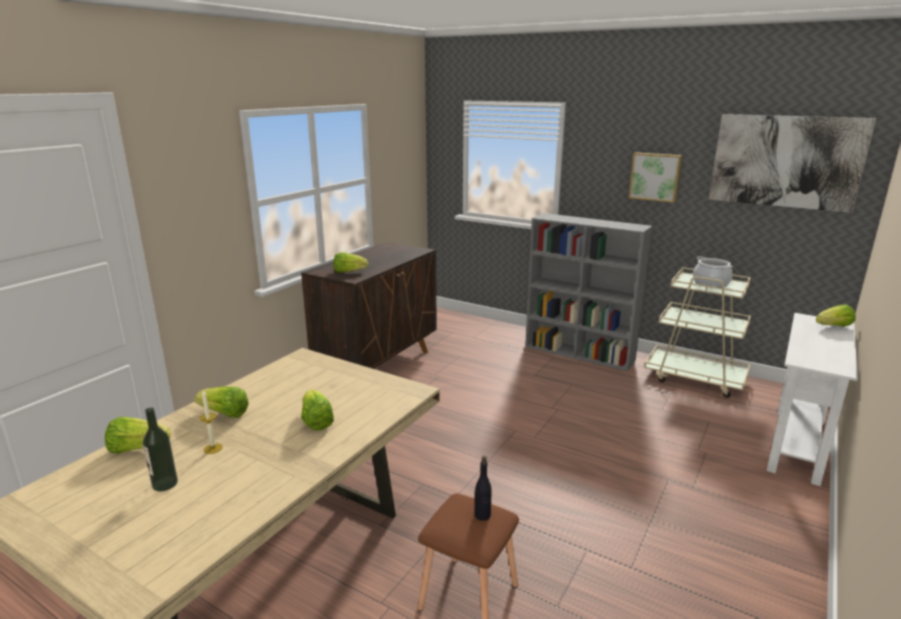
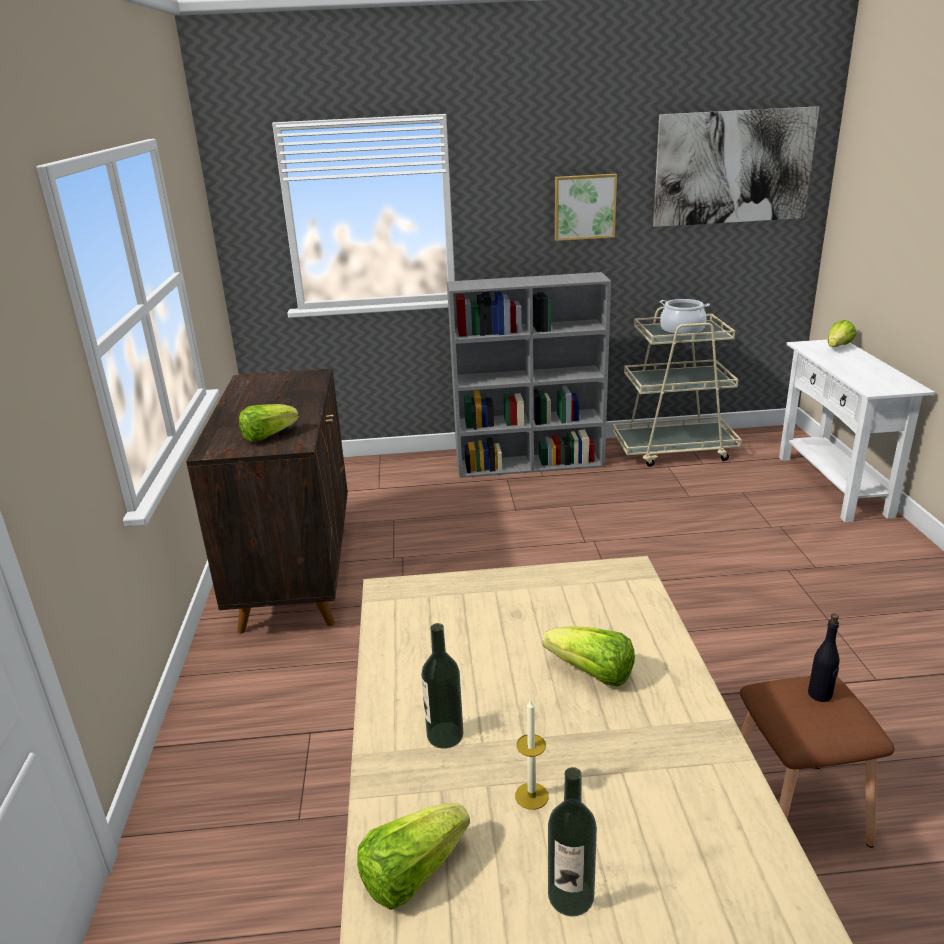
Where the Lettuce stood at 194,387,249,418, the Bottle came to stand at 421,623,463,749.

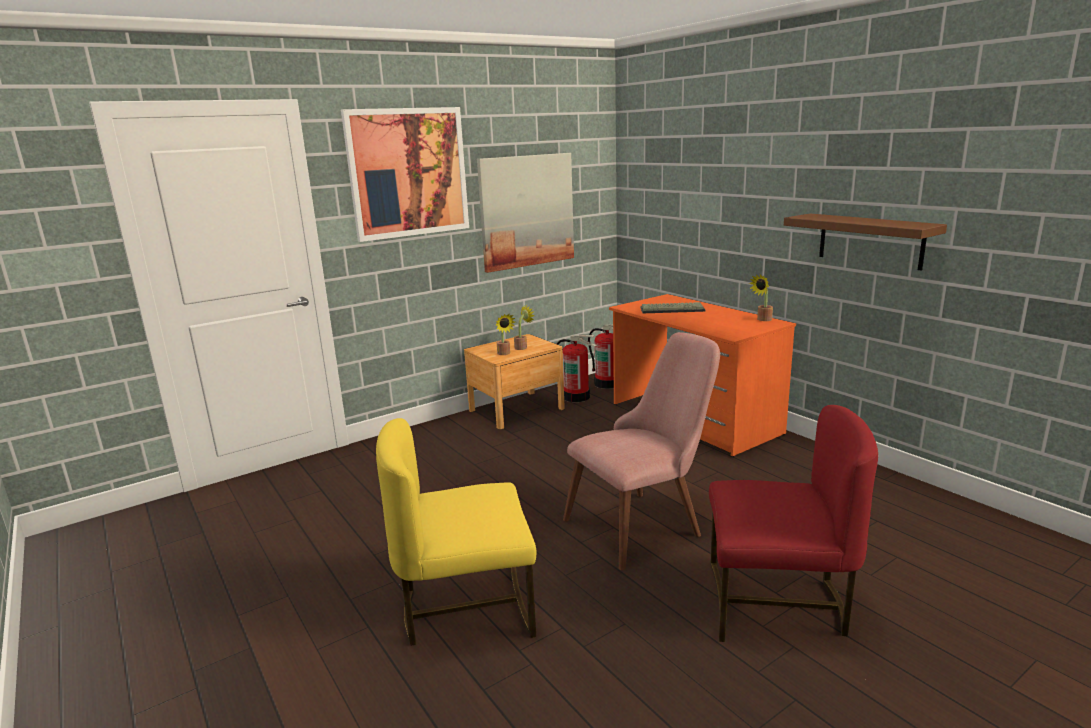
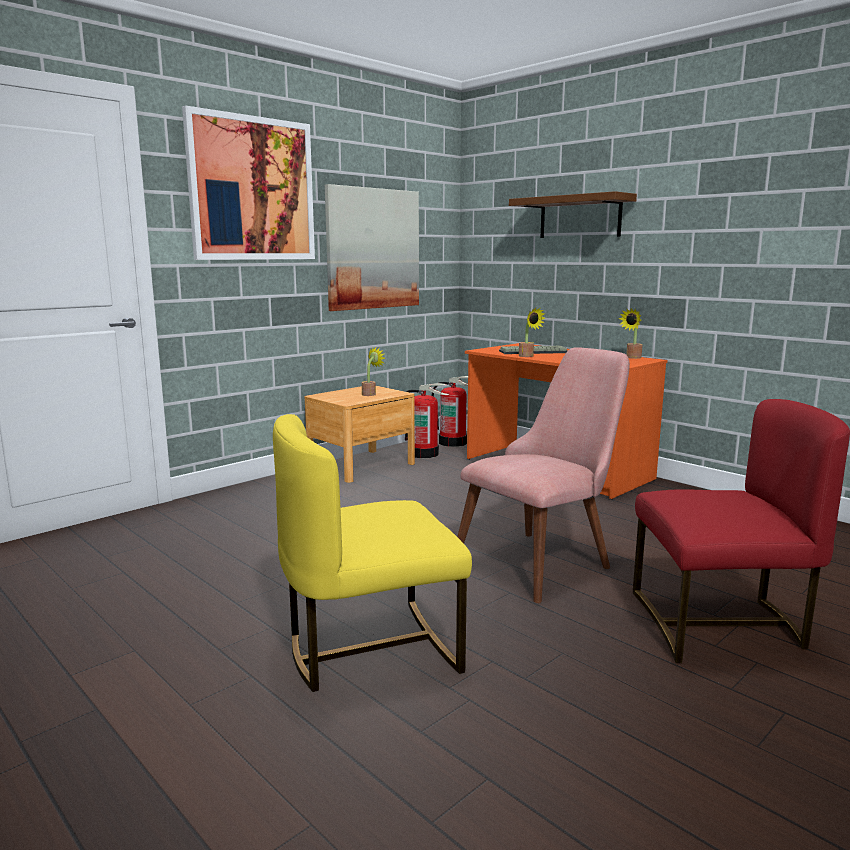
The BrownShelf ended up elsewhere, having gone from 784,214,947,271 to 509,191,637,238. The PottedPlant ended up elsewhere, having gone from 496,314,515,355 to 519,308,545,357.

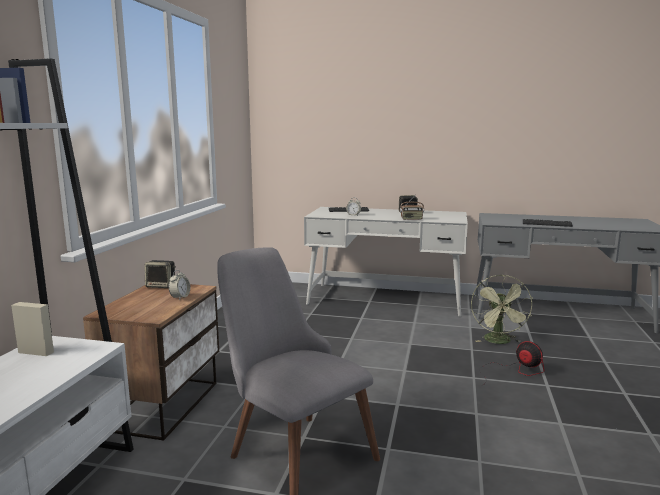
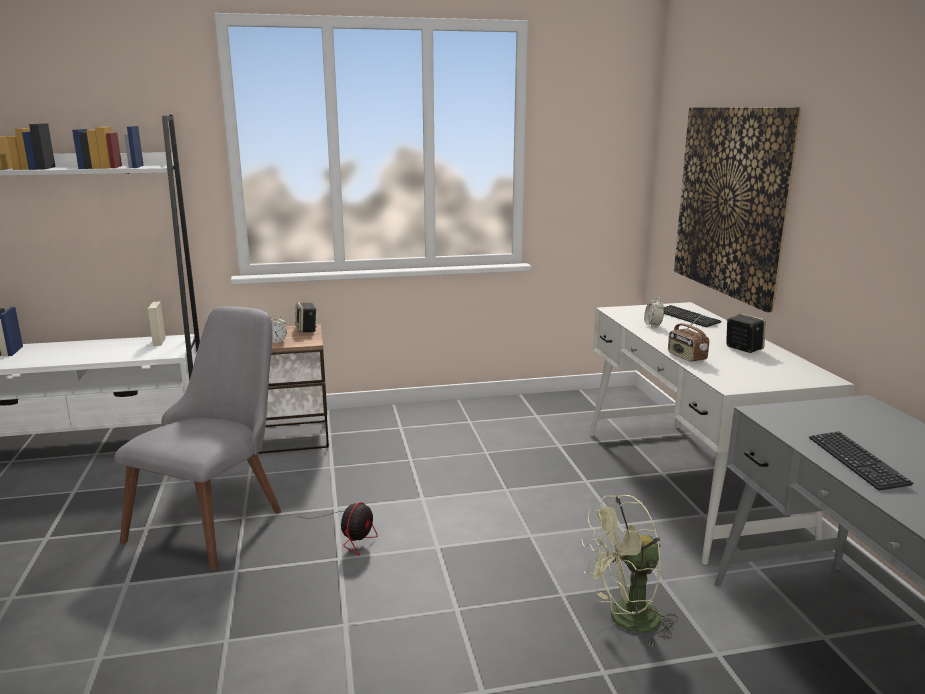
The Fan ended up elsewhere, having gone from 479,341,544,385 to 298,502,377,556. The second view gained the Picture at 674,107,802,312.

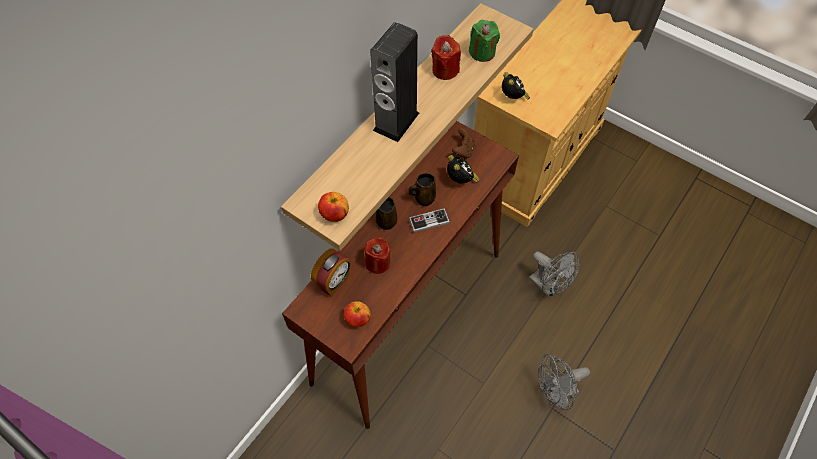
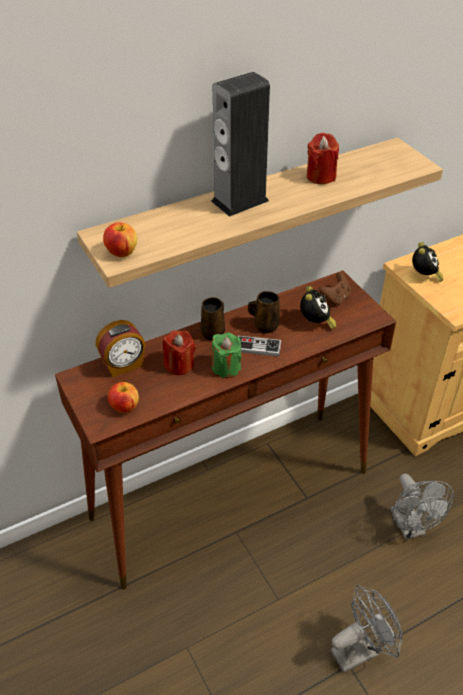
The GreenCandle ended up elsewhere, having gone from 469,20,500,62 to 212,332,241,378. The GreyFan at 538,354,590,410 ended up facing another way, 150 degrees clockwise from before.

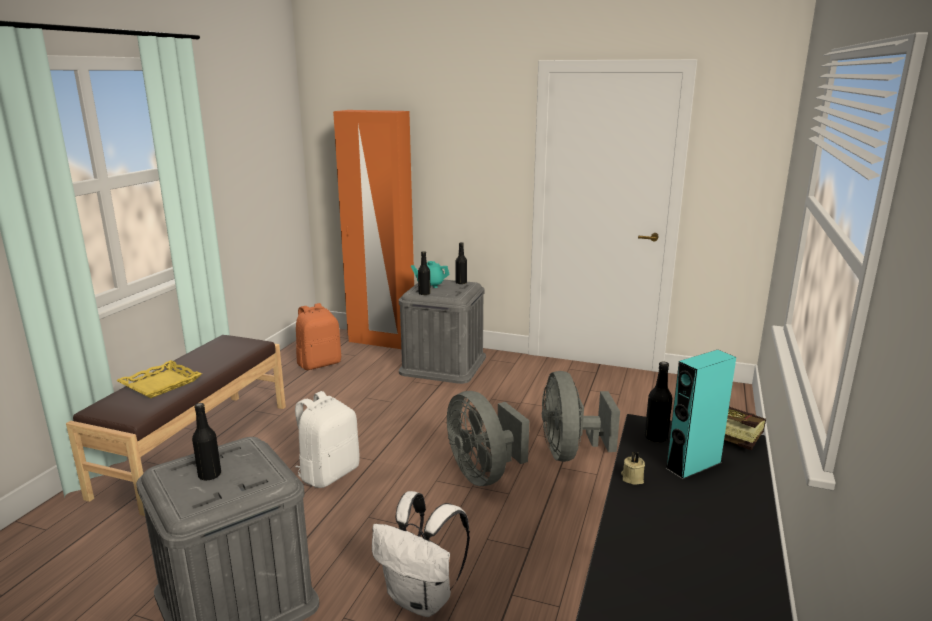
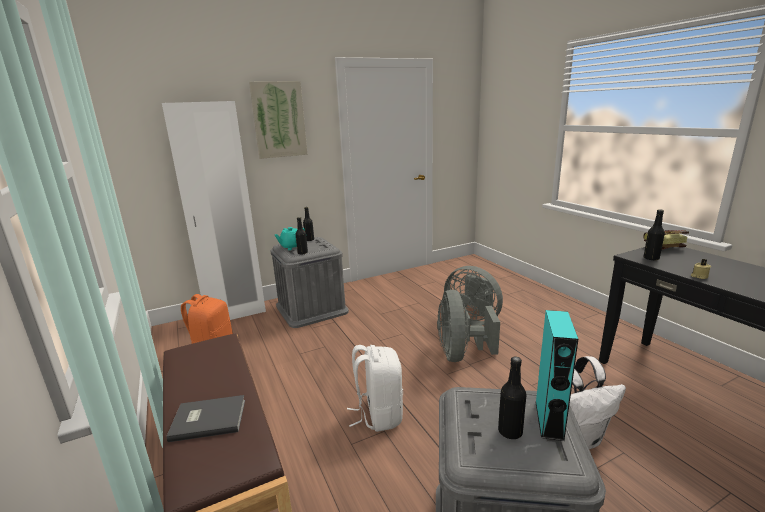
What was the OrangeWardrobe at 333,110,414,349 turned into the WhiteWardrobe at 162,101,266,320. The TurquoiseSpeaker ended up elsewhere, having gone from 665,350,736,480 to 535,310,578,441. Where the YellowTray stood at 116,360,202,398, the GreyBook came to stand at 166,395,245,442. The GreyFan at 447,391,529,486 ended up facing another way, 75 degrees clockwise from before. The second view gained the Picture at 249,81,308,159.

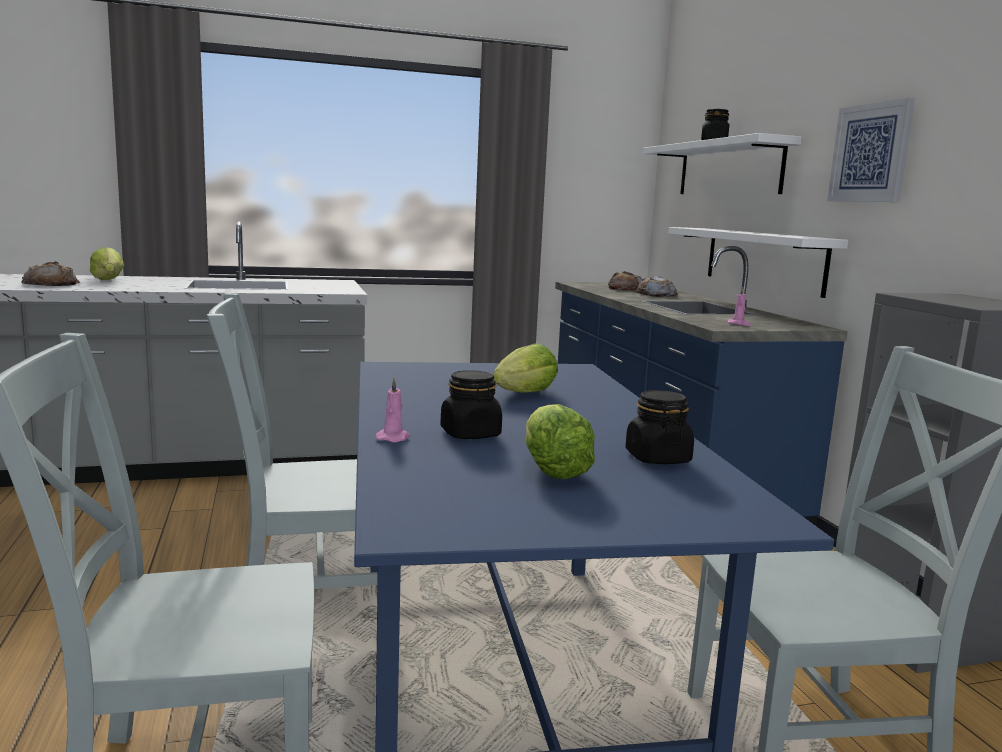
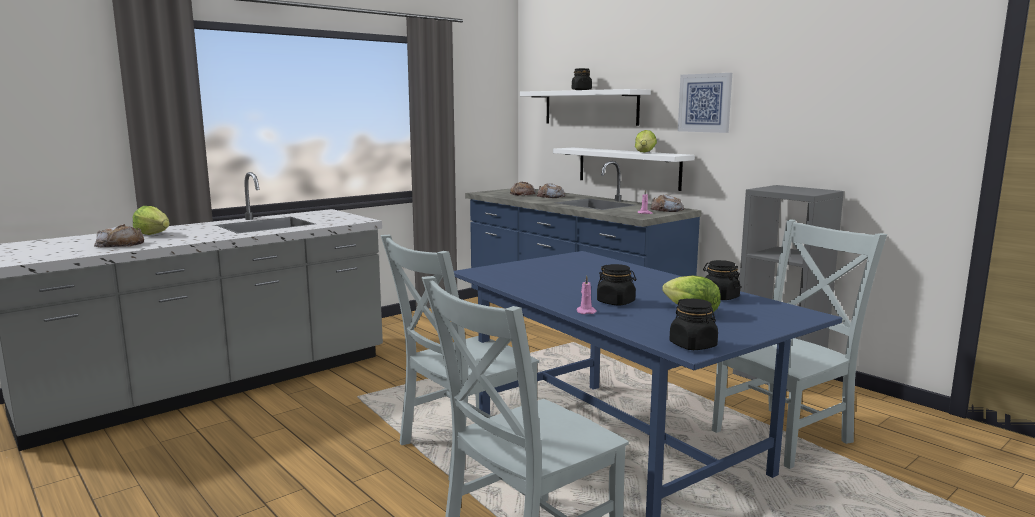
The Lettuce ended up elsewhere, having gone from 493,343,558,393 to 635,130,657,153. The second view gained the Bread at 650,195,684,212. The second view gained the BlackJar at 669,299,718,350.

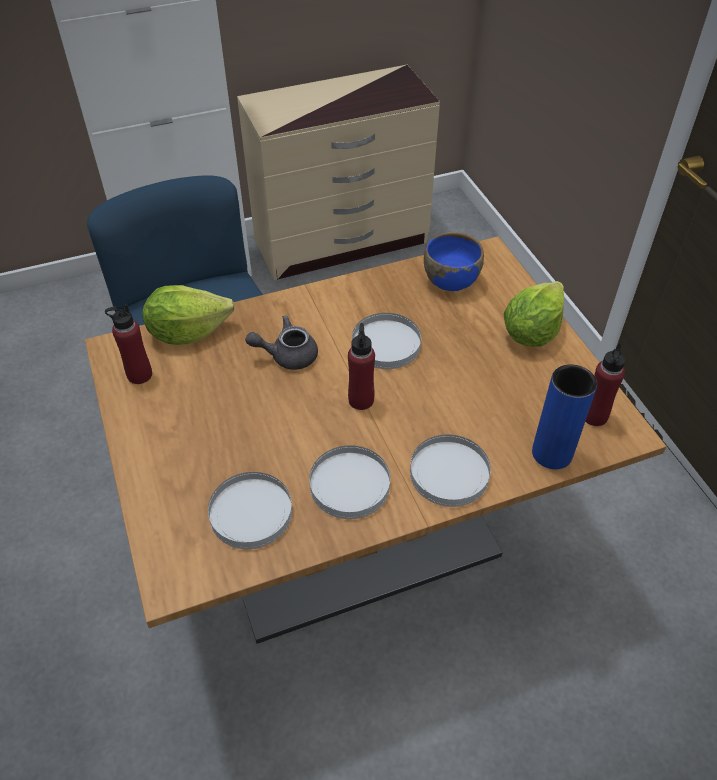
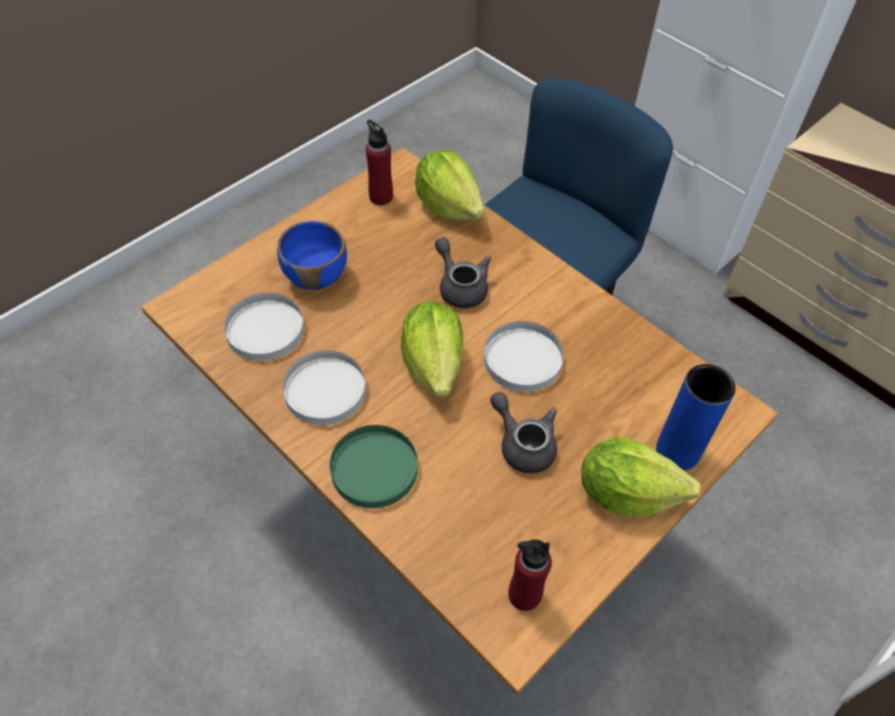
The BlueBowl ended up elsewhere, having gone from 424,232,484,291 to 277,221,347,290. Where the RedBottle stood at 348,323,375,410, the Lettuce came to stand at 401,301,464,398. The BlueVase ended up elsewhere, having gone from 532,364,597,469 to 656,364,736,470. What was the WhitePlate at 410,435,491,507 turned into the GreenPlate at 330,425,418,508. The second view gained the GreyTeapot at 490,392,557,473.

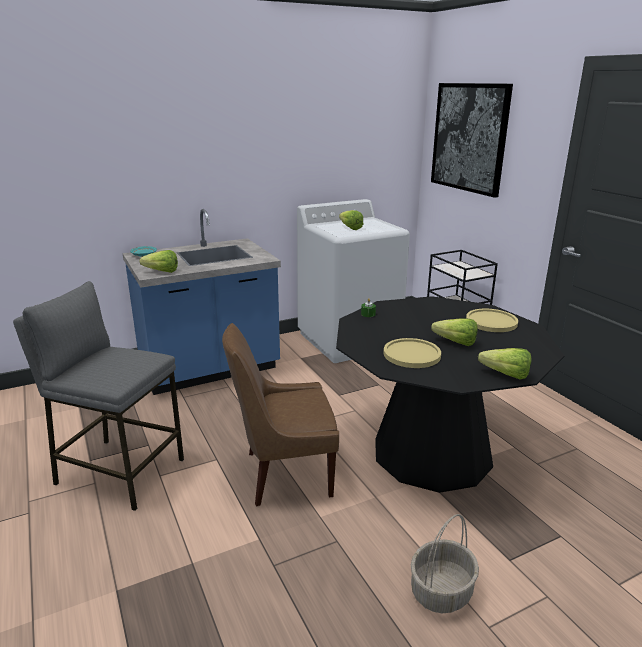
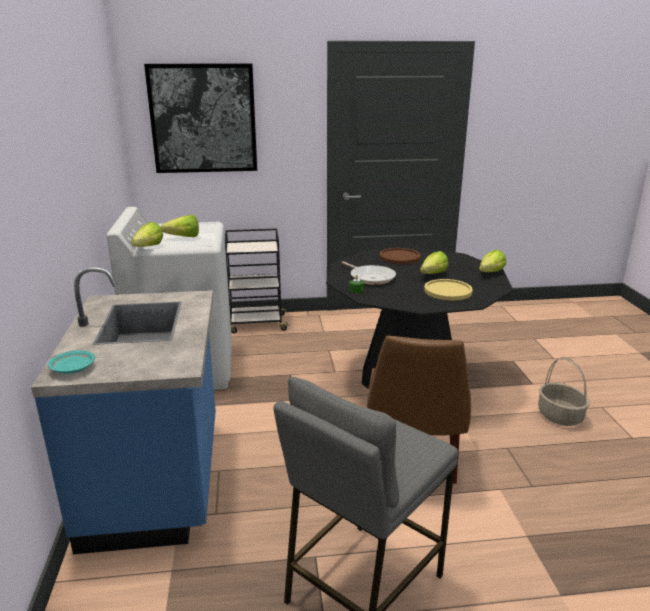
The Lettuce ended up elsewhere, having gone from 140,250,178,273 to 131,222,163,247. What was the YellowPlate at 466,309,518,332 turned into the BrownPlate at 380,248,421,264. The second view gained the FryingPan at 342,261,396,285.

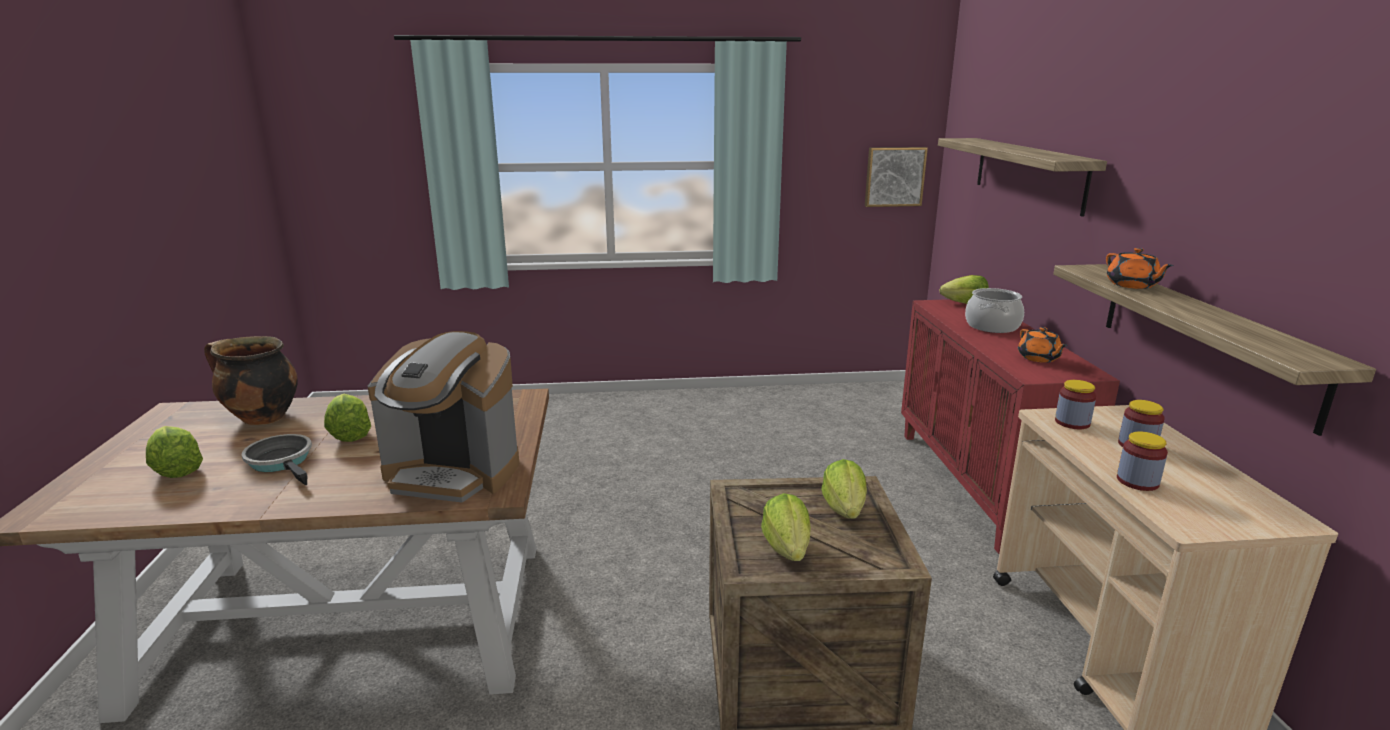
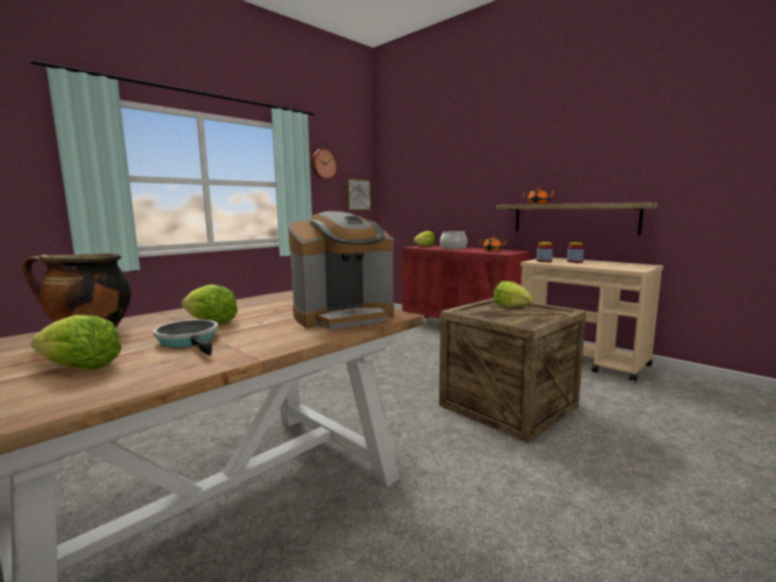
The second view lost the Shelf at 938,138,1107,217. The second view lost the Jar at 1117,431,1168,491. The FryingPan at 241,434,312,485 ended up facing another way, 45 degrees clockwise from before. The second view lost the Lettuce at 761,493,811,561. The second view gained the WallClock at 312,149,338,180.

